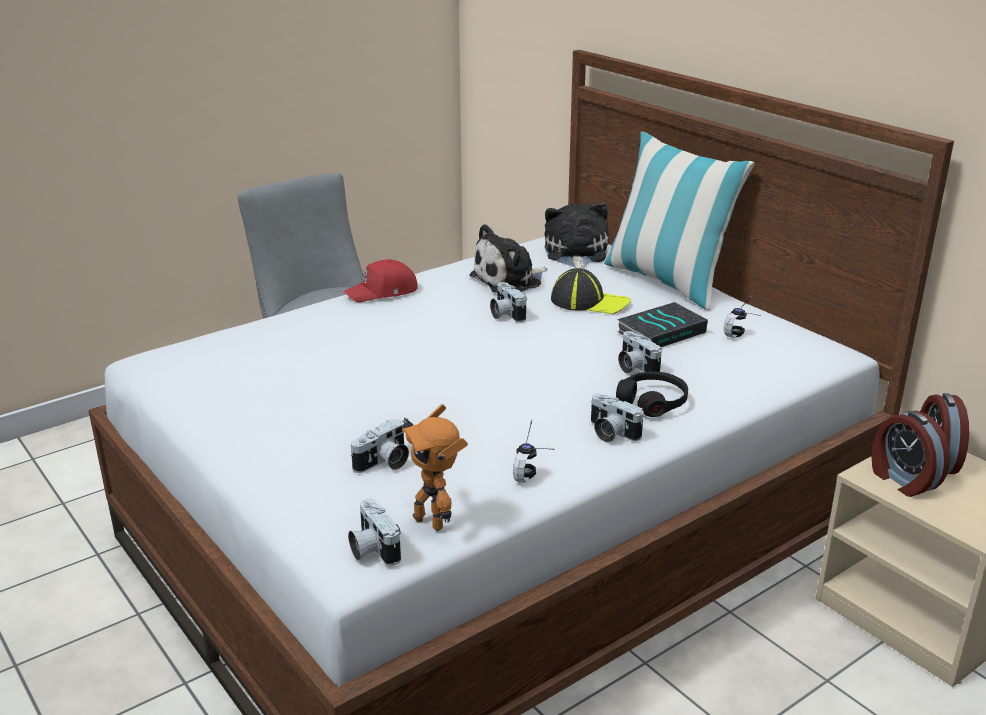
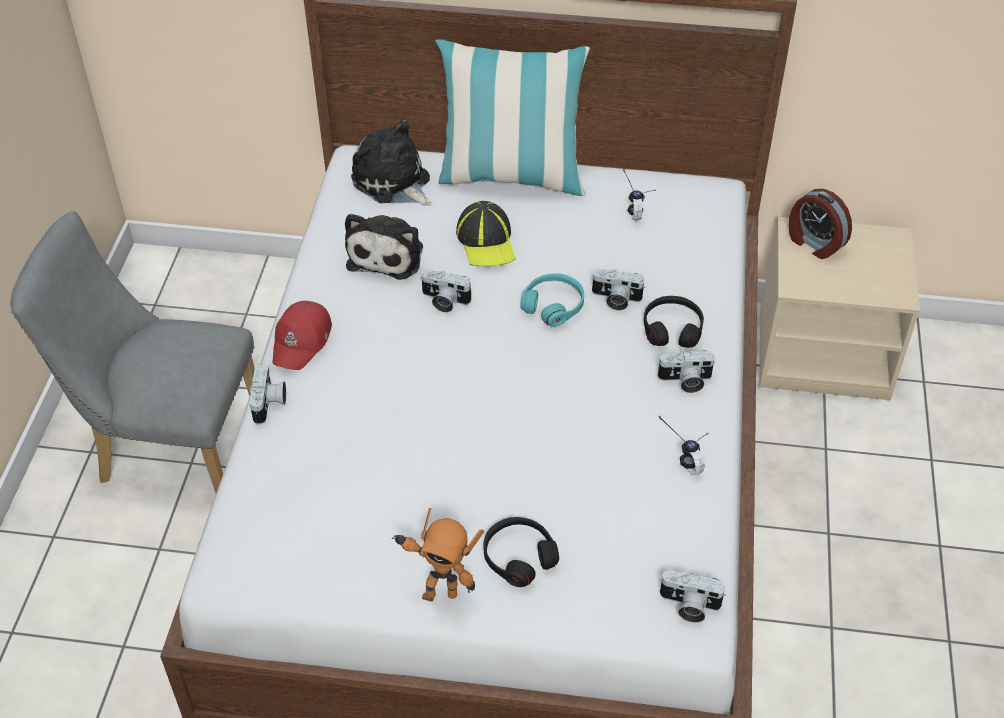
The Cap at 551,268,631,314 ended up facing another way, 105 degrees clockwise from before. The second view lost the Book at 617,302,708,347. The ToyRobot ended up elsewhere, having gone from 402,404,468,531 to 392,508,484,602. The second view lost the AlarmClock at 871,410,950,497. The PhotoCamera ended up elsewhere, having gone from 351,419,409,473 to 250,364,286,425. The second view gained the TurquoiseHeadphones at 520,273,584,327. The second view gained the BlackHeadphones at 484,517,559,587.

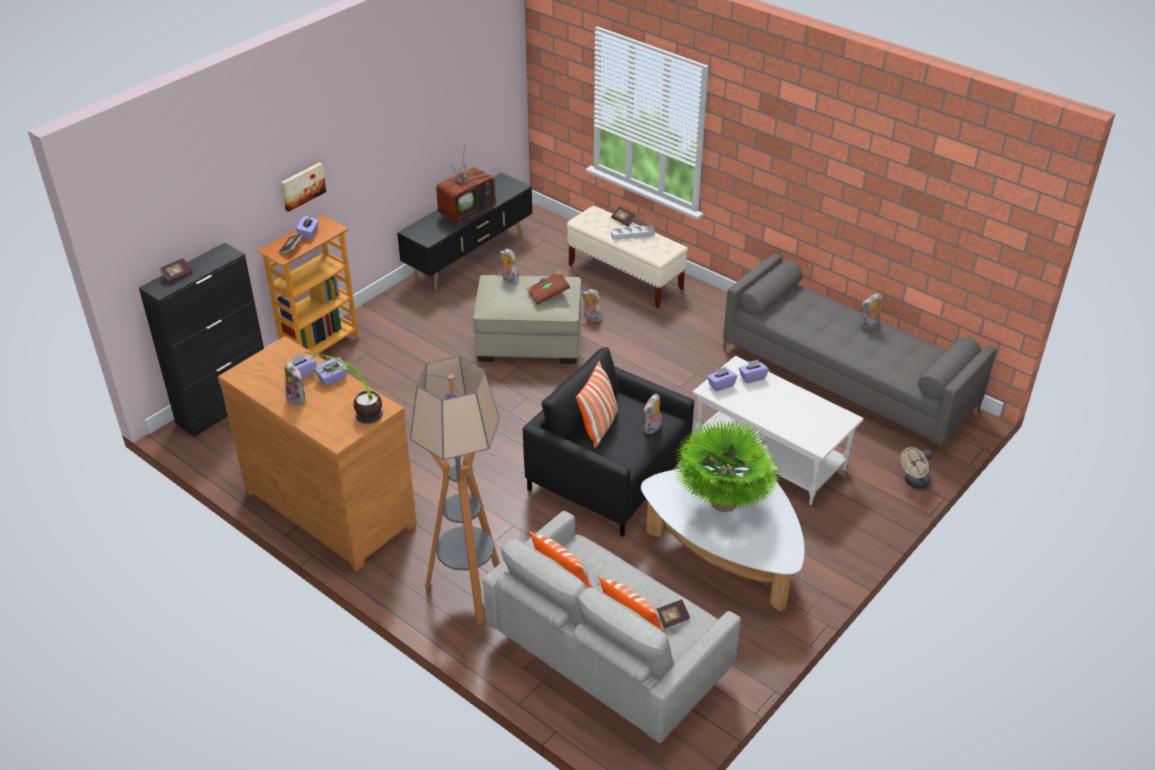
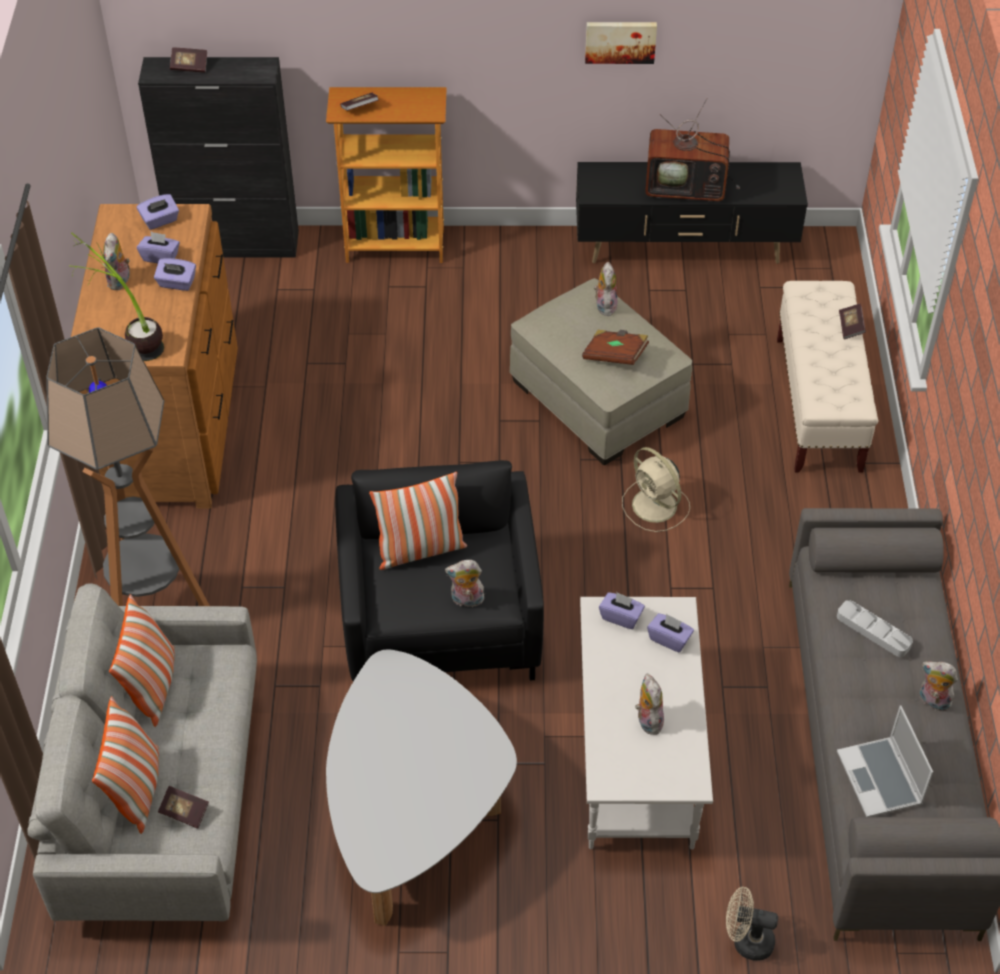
The Picture ended up elsewhere, having gone from 281,163,326,212 to 585,22,657,64. The PurpleTissueBox ended up elsewhere, having gone from 296,216,319,239 to 137,194,179,230. The GreyTray ended up elsewhere, having gone from 611,225,655,240 to 837,600,913,657. The PlushToy ended up elsewhere, having gone from 582,289,601,322 to 635,673,664,735. The second view lost the PottedPlant at 673,422,781,512. The second view gained the BeigeFan at 622,447,690,532. The second view gained the Laptop at 837,705,933,817.

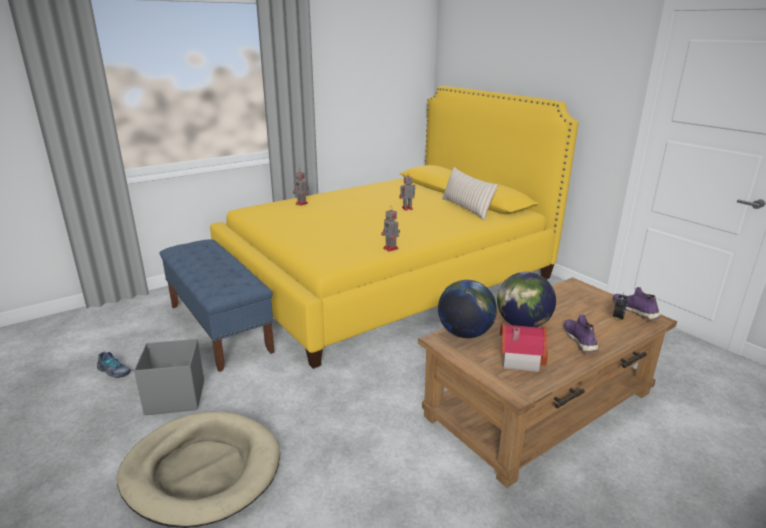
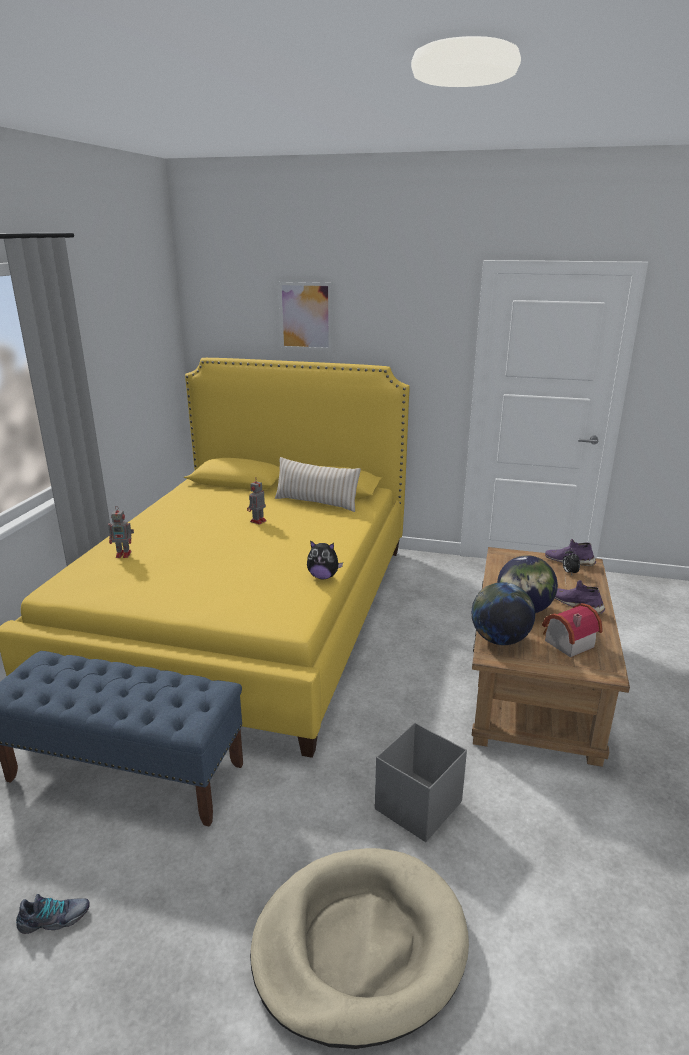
Where the ToyRobot stood at 381,209,400,252, the PlushToy came to stand at 307,540,343,579. The GreyStorageBox ended up elsewhere, having gone from 134,339,204,415 to 375,722,467,842. The second view gained the Picture at 279,282,332,351.

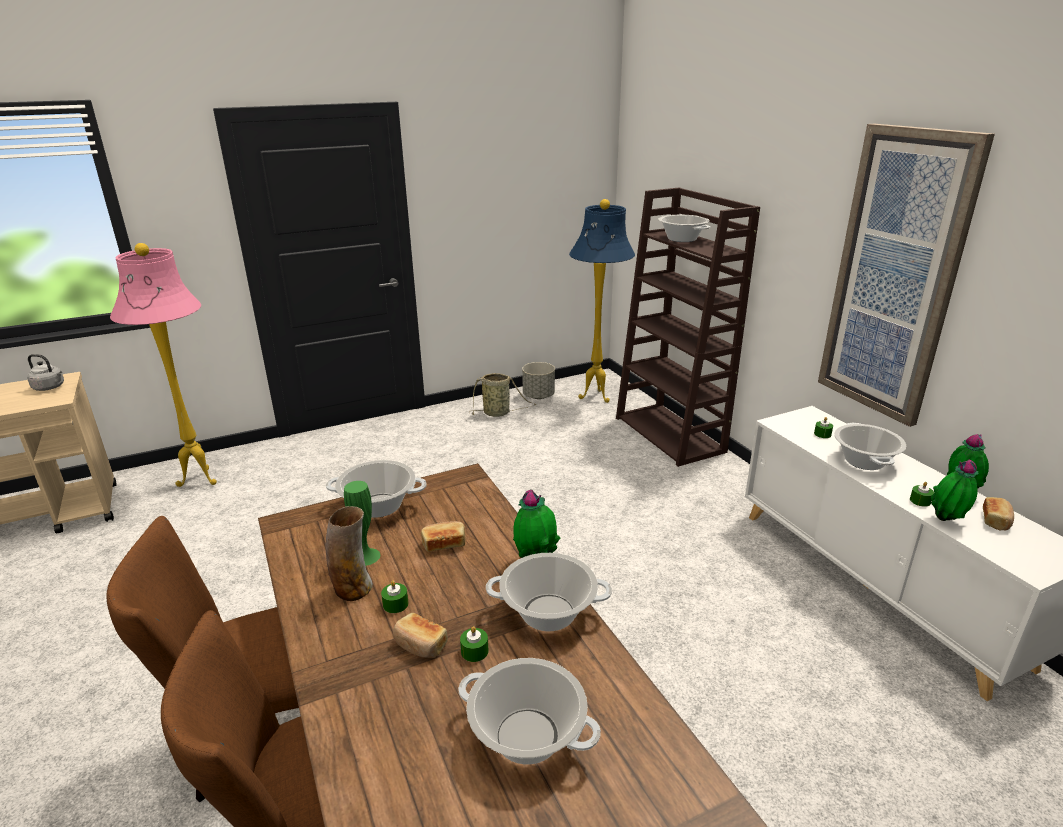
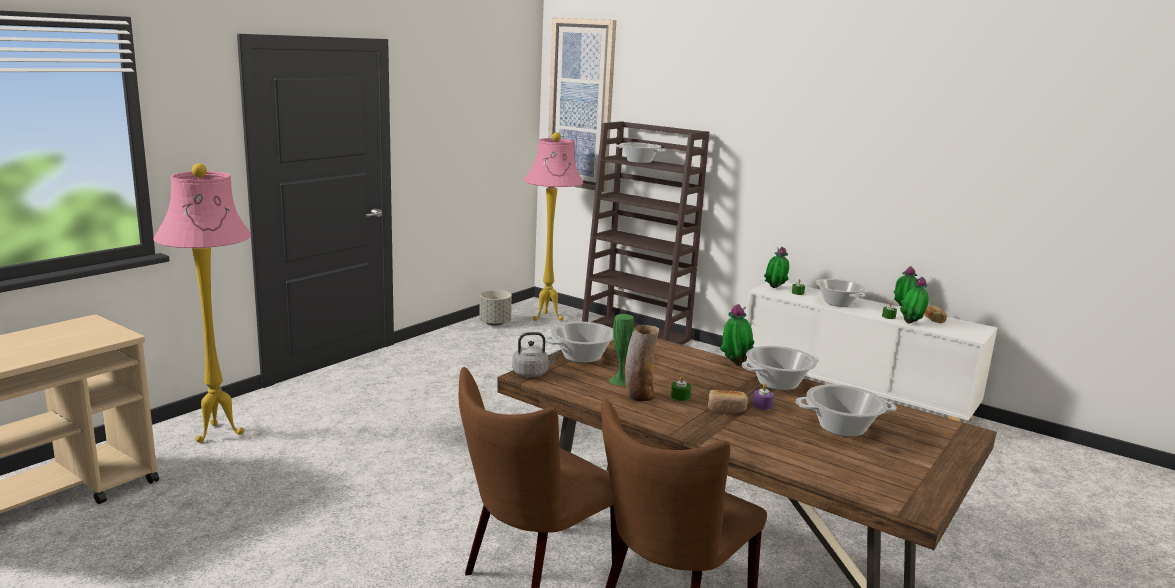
The Picture ended up elsewhere, having gone from 818,124,995,427 to 548,18,616,192. What was the BlueFloorLamp at 569,199,635,403 turned into the PinkFloorLamp at 524,132,583,321. The GreyKettle ended up elsewhere, having gone from 27,354,64,391 to 512,332,559,377. The second view lost the Basket at 469,373,536,417. The second view lost the Bread at 421,521,465,552. What was the GreenCandle at 460,626,489,662 turned into the PurpleCandle at 753,384,774,410. The second view gained the PottedPlant at 764,247,789,288.

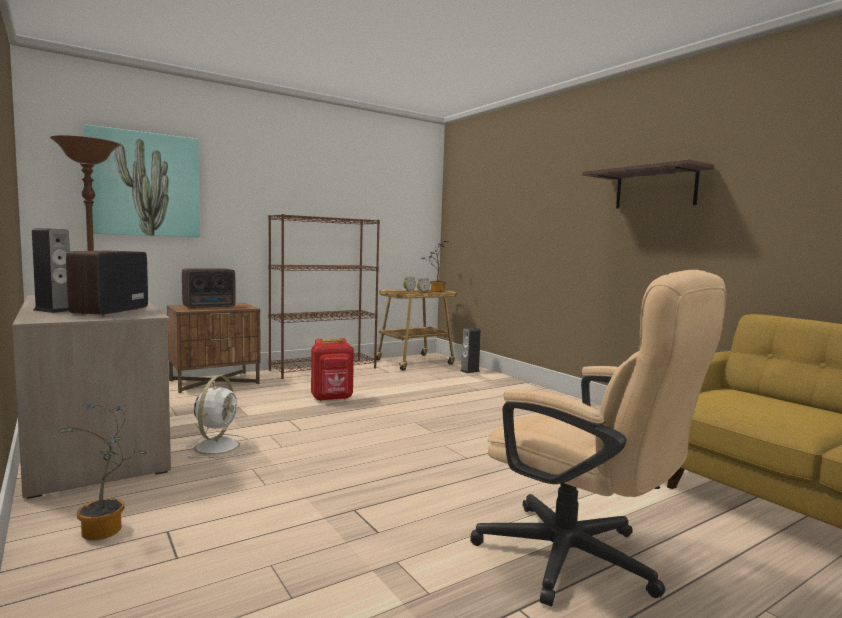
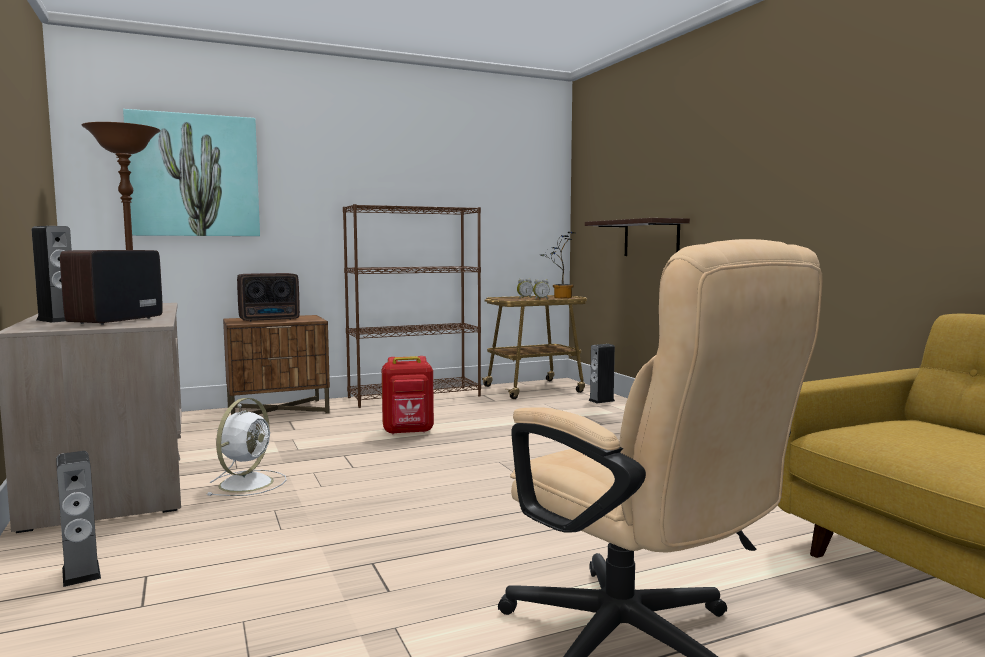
The Shelf ended up elsewhere, having gone from 582,159,714,208 to 585,218,690,256. Where the PottedPlant stood at 58,403,148,540, the Speaker came to stand at 56,451,101,587.

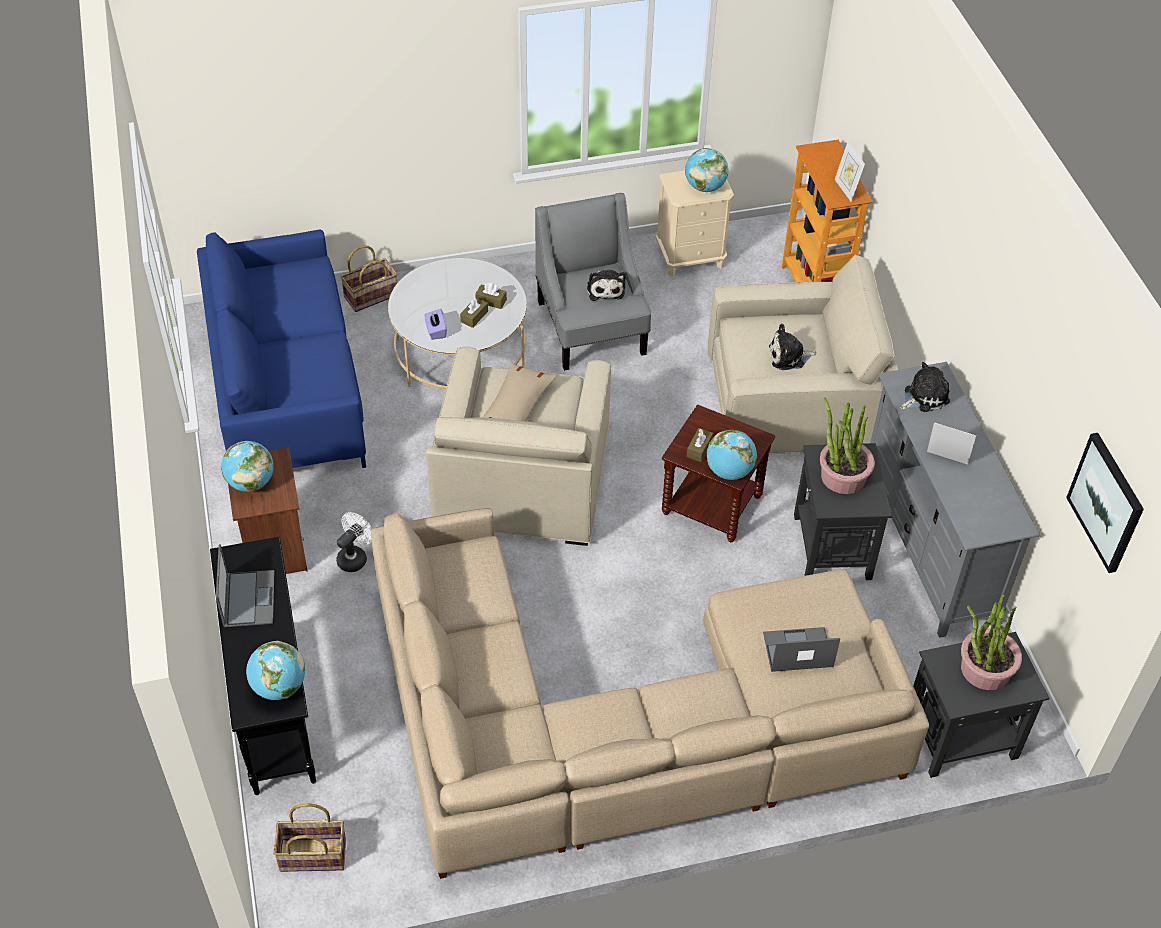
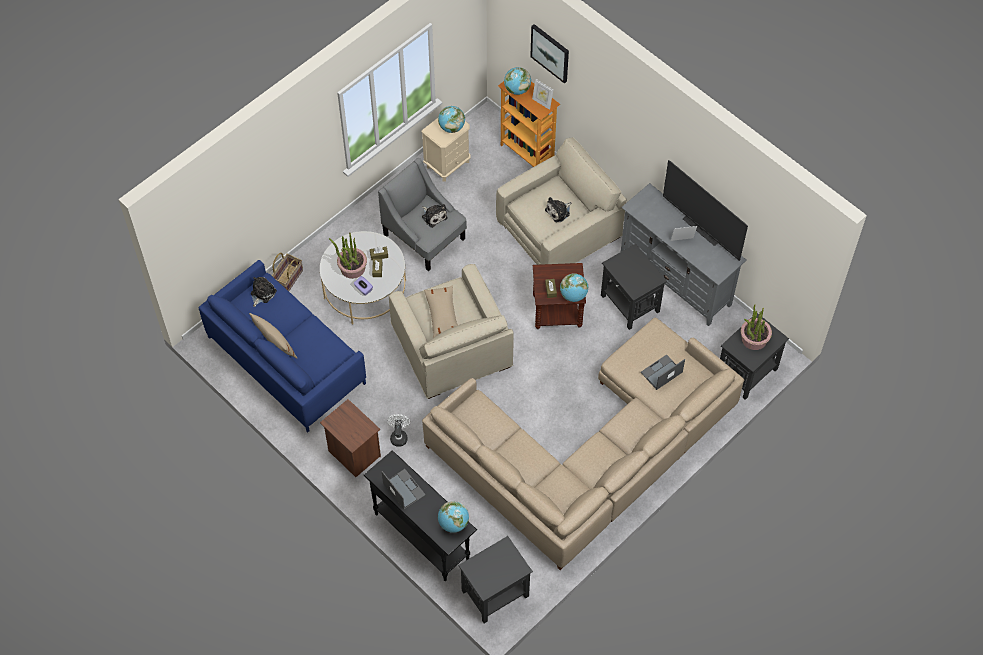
The PlushToy ended up elsewhere, having gone from 900,362,950,412 to 251,277,277,307. The PottedPlant ended up elsewhere, having gone from 820,397,875,494 to 329,232,367,279. The Picture ended up elsewhere, having gone from 1066,433,1144,573 to 530,24,569,83. The Globe ended up elsewhere, having gone from 221,441,274,492 to 504,67,531,95. Where the Basket stood at 273,803,346,872, the BlackSideTable came to stand at 458,536,533,624. The second view gained the Television at 663,160,748,261. The second view gained the BeigePillow at 249,313,297,358.

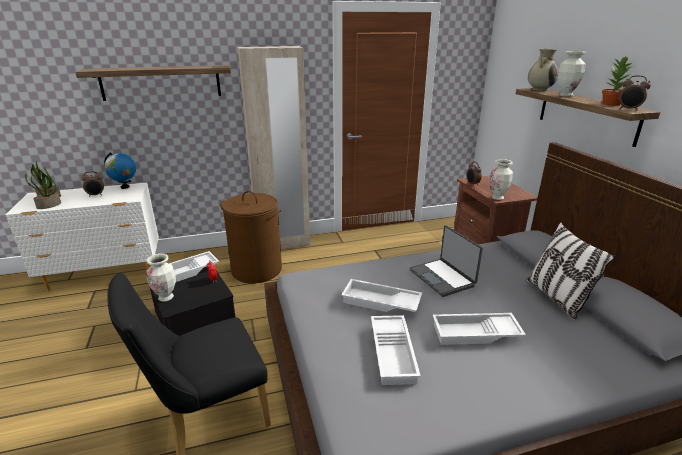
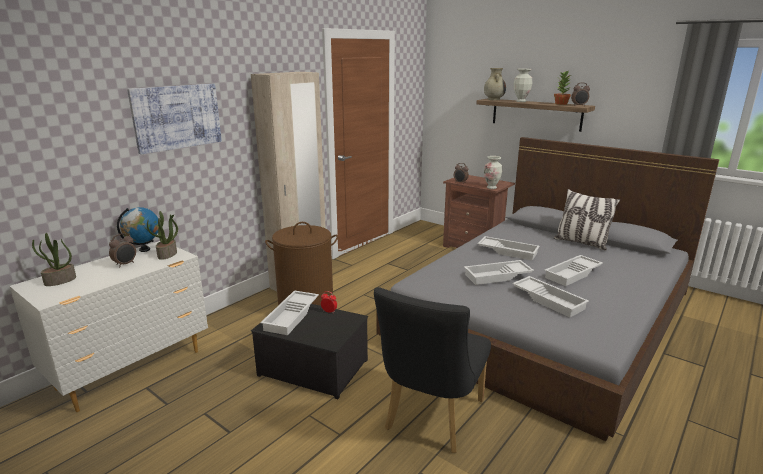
Where the Shelf hung at 75,65,231,101, the Picture came to hang at 127,84,222,154. The PottedPlant ended up elsewhere, having gone from 25,168,61,209 to 147,211,178,260. Where the Laptop stood at 410,225,483,297, the WhiteTray came to stand at 477,236,540,261. The second view lost the Vase at 147,254,176,302.

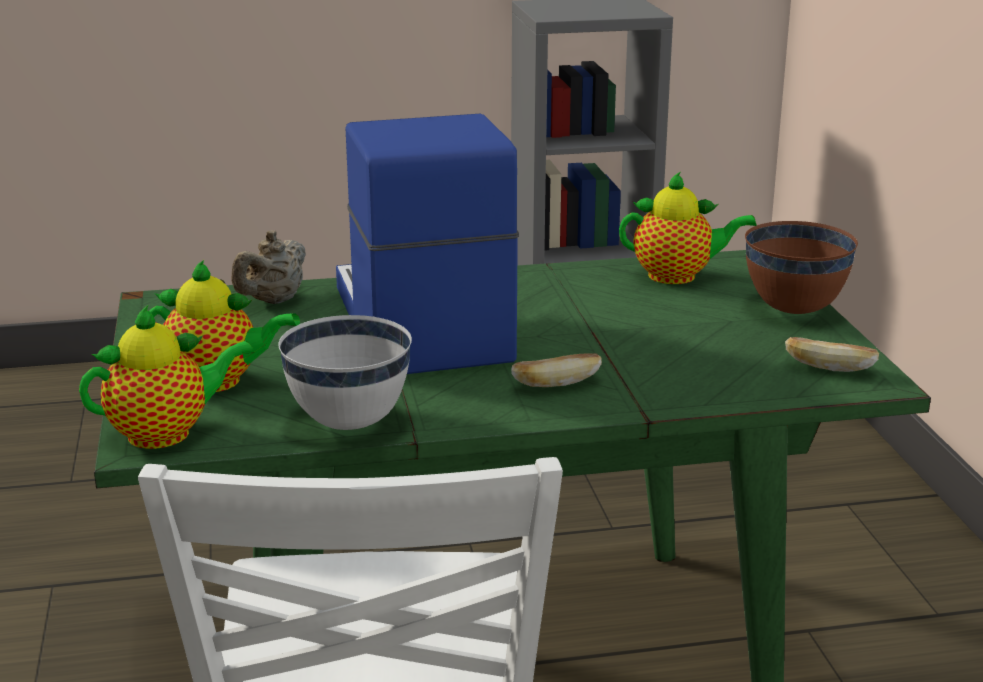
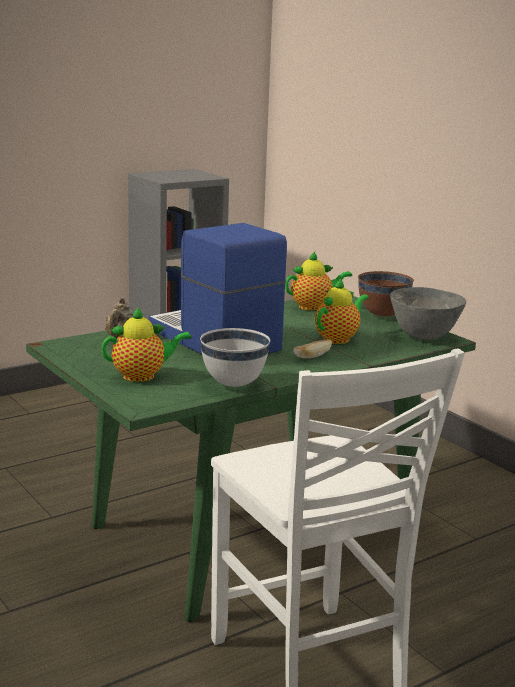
The Teapot ended up elsewhere, having gone from 79,305,254,449 to 315,278,369,344. Where the Bread stood at 785,337,879,372, the GreyBowl came to stand at 390,287,466,340.

